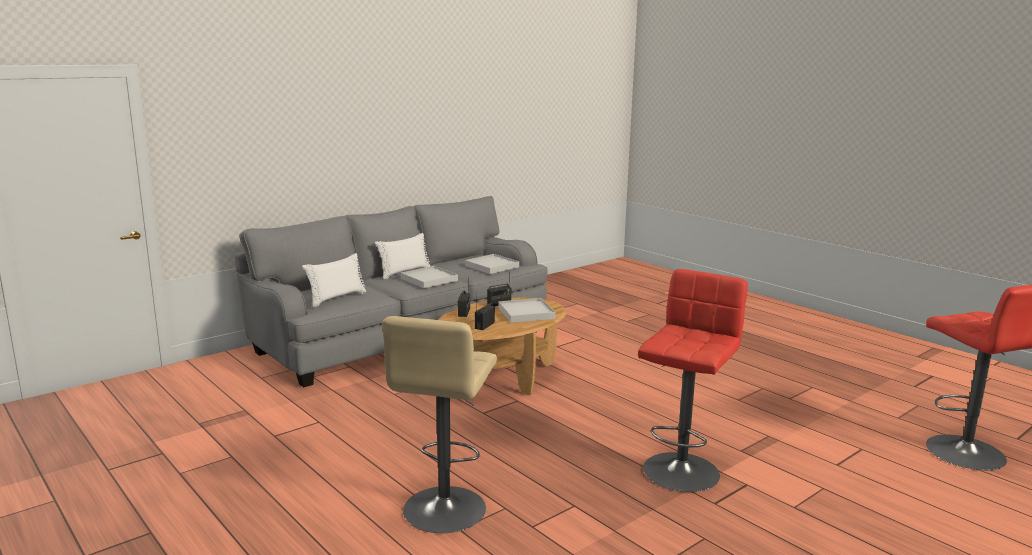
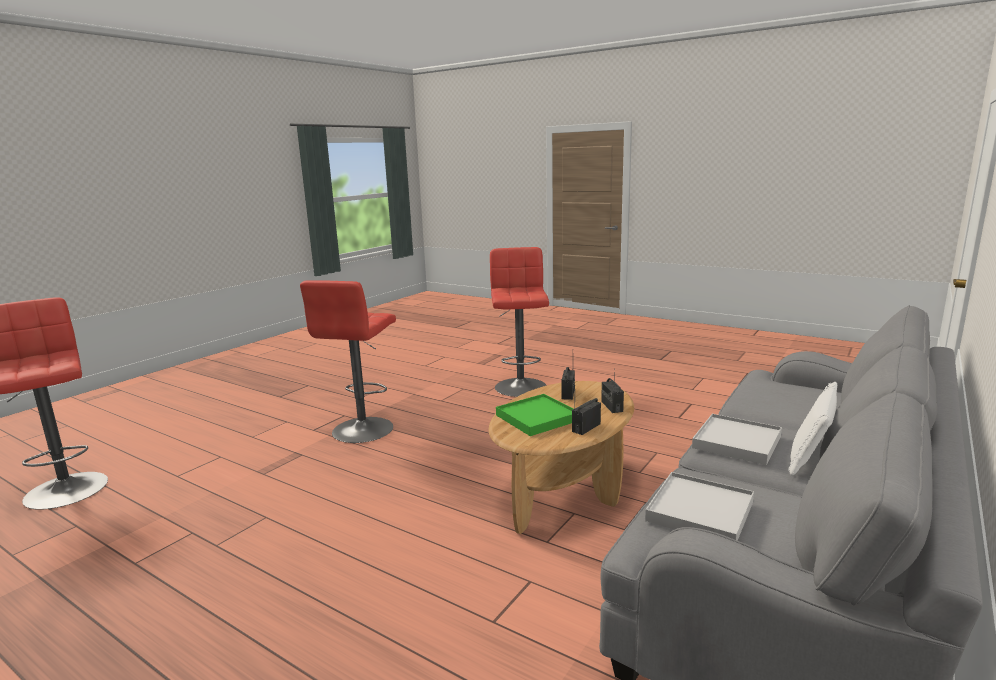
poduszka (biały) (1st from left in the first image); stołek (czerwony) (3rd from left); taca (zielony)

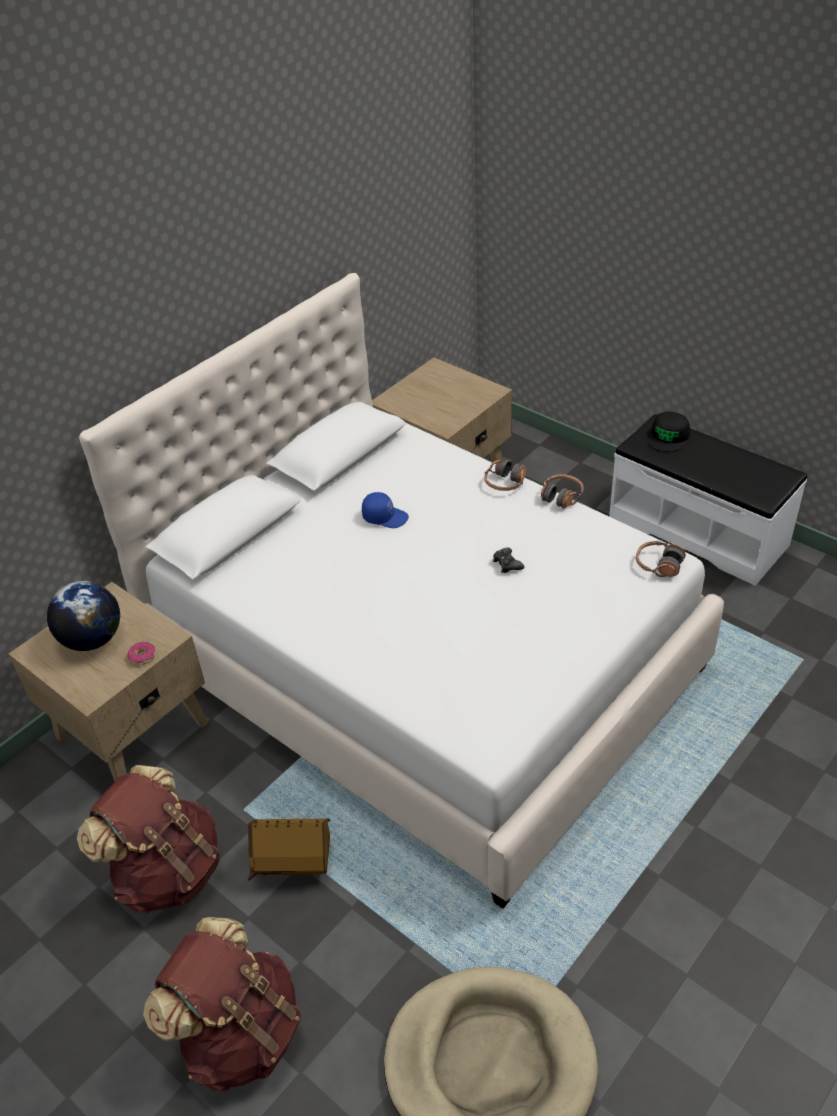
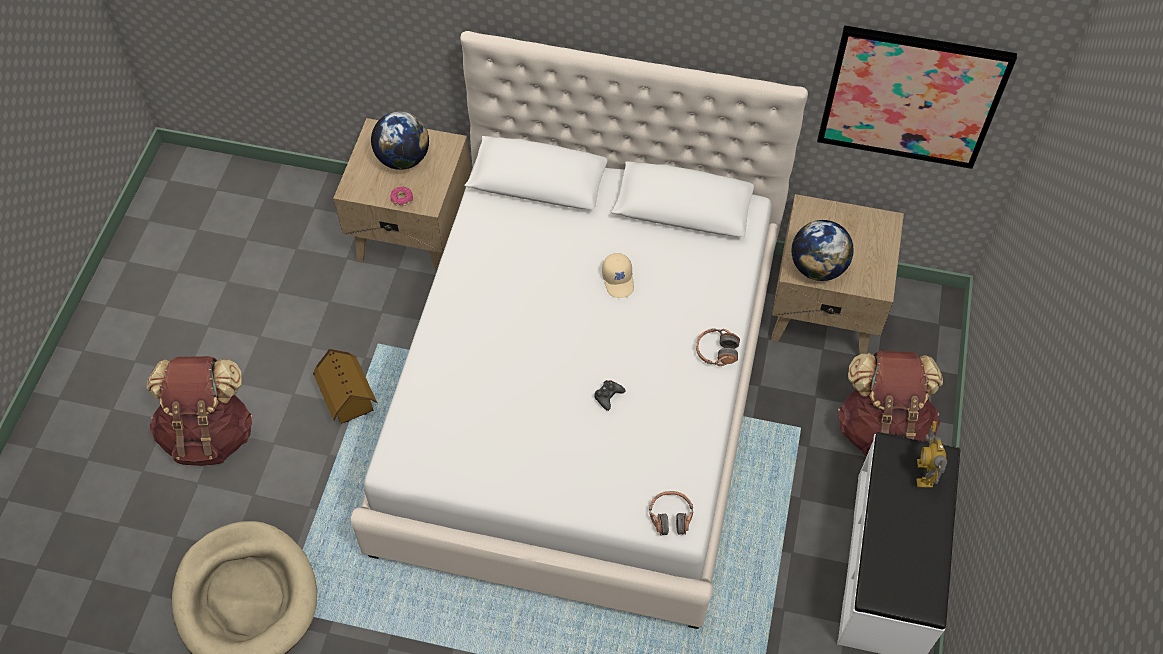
plecak (brązowy) (2nd from left); czapka z daszkiem (beżowy); słuchawki (2nd from left in the first image); robot zabawkowy; globus (2nd from left); obraz

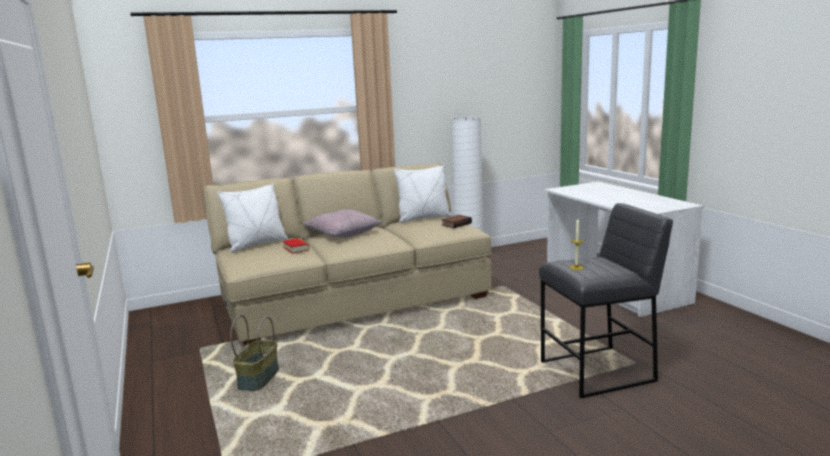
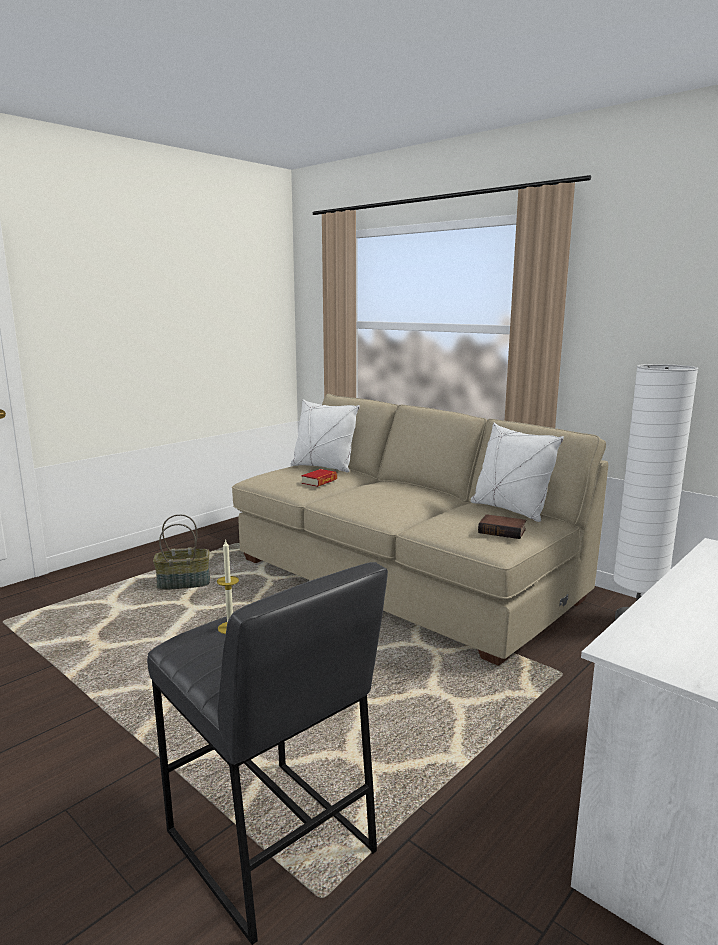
poduszka (fioletowy)

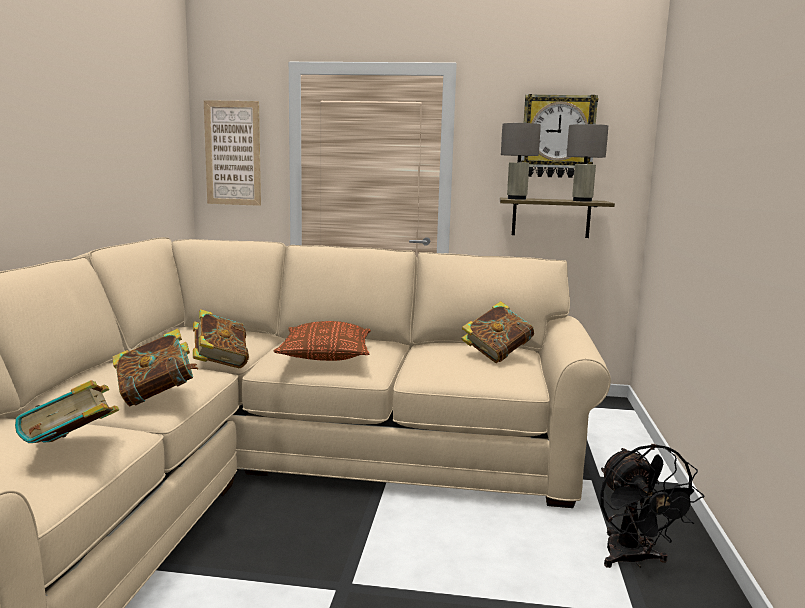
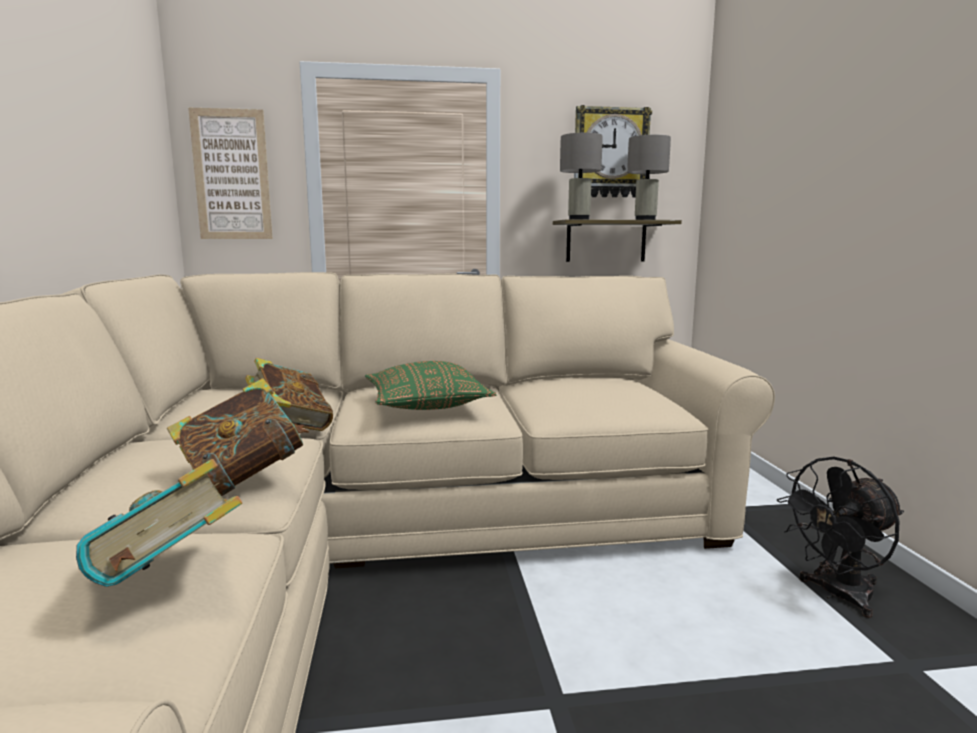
poduszka (zielony); książka (4th from left in the first image); wentylator (czarny)

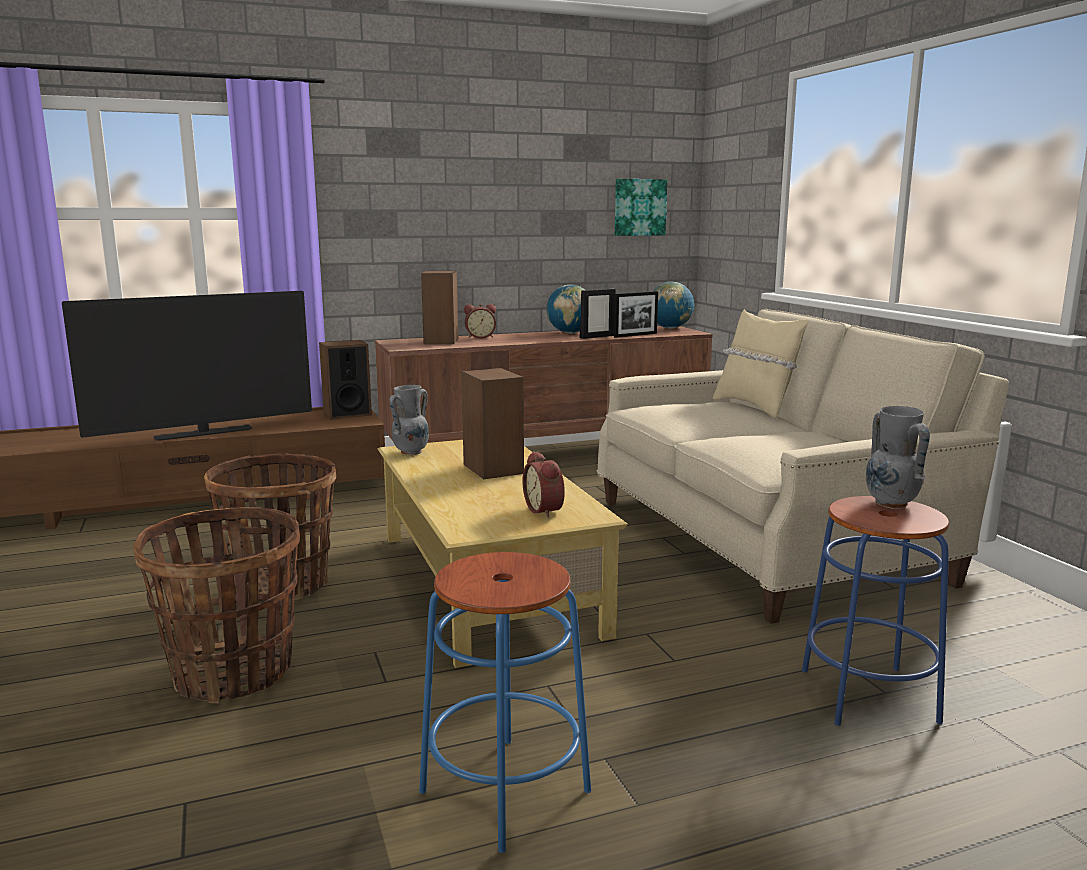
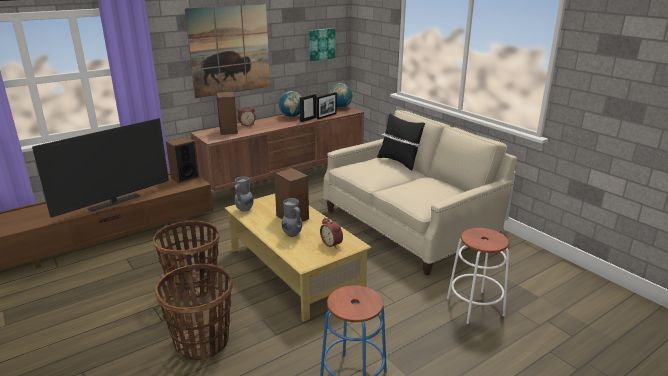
poduszka (czarny); stołek (biały); wazon (szary) (2nd from left); obraz (1st from left)

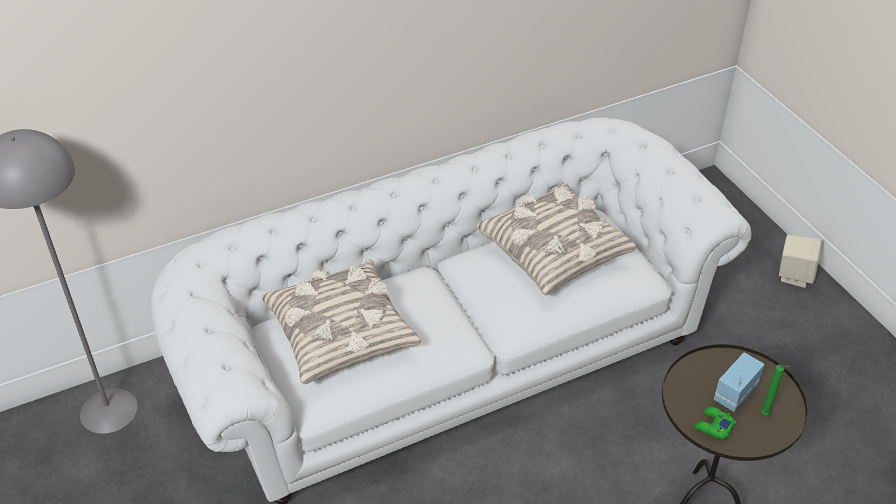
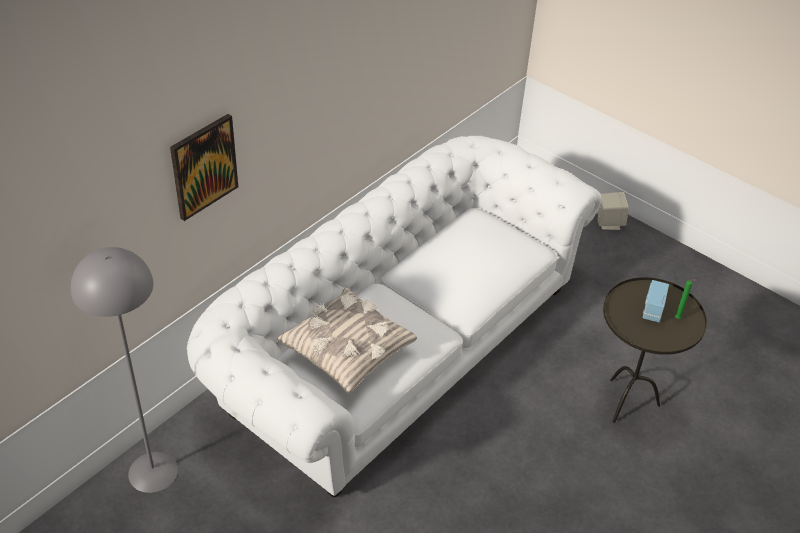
poduszka (beżowy) (2nd from left in the first image); pad do gier (zielony); obraz

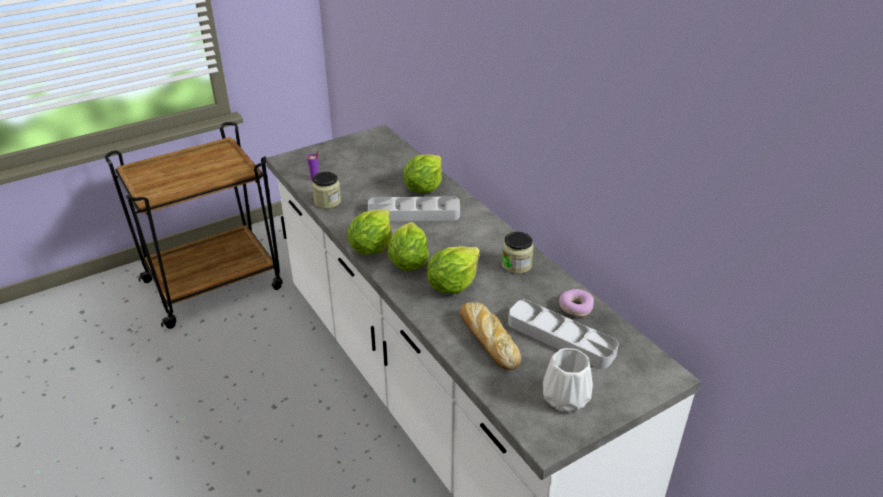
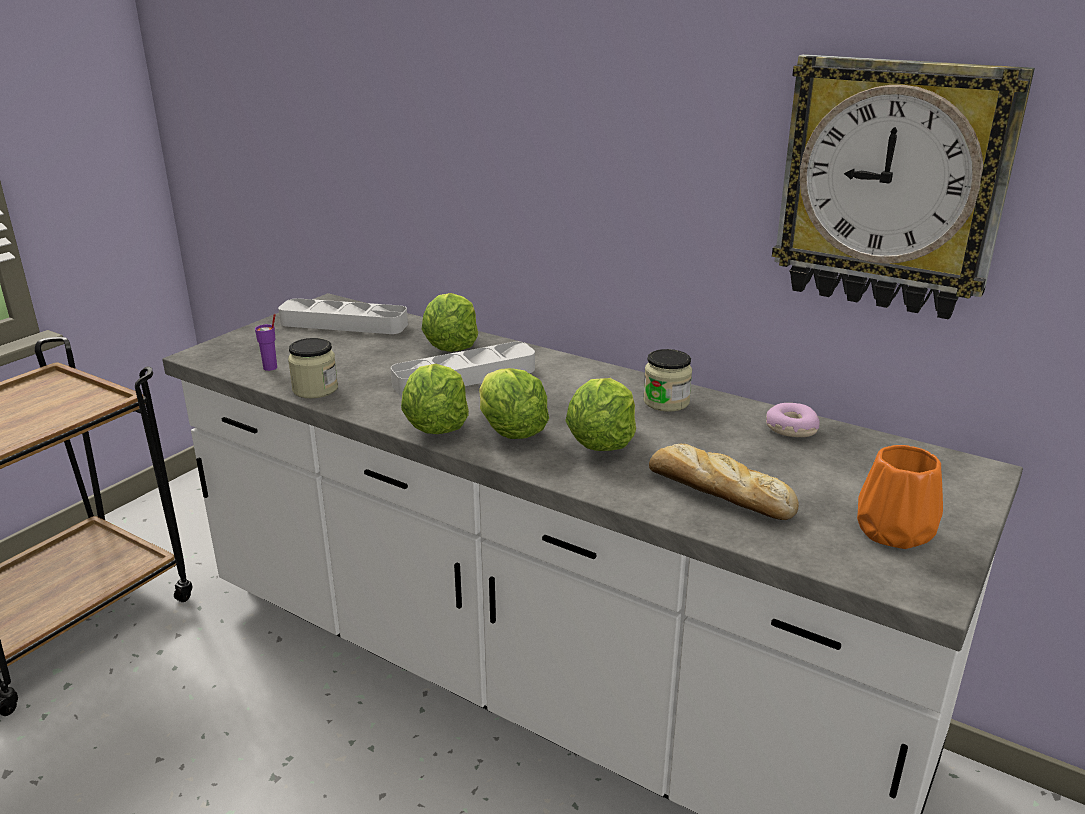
taca (szary) (1st from left); wazon (pomarańczowy); zegar ścienny

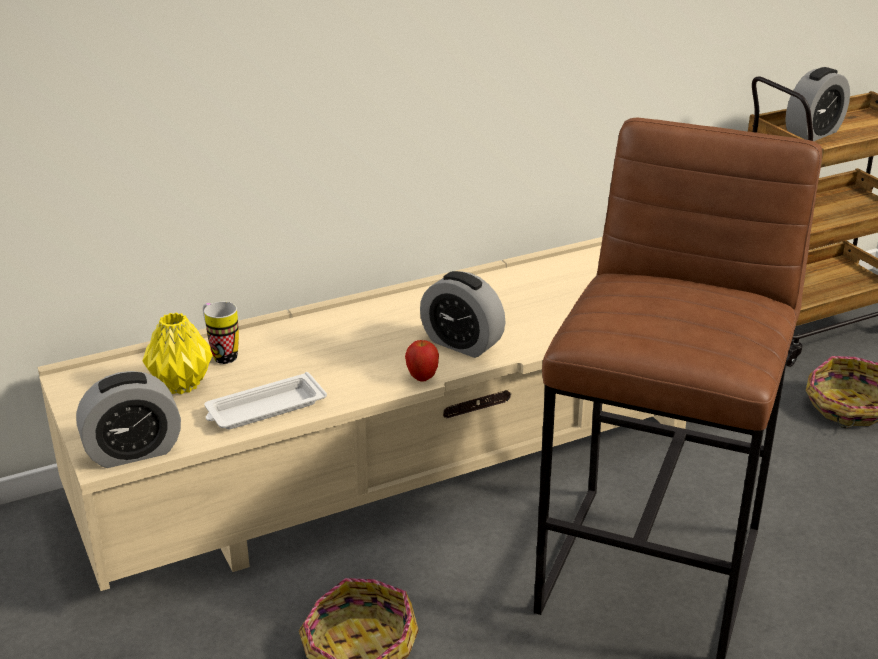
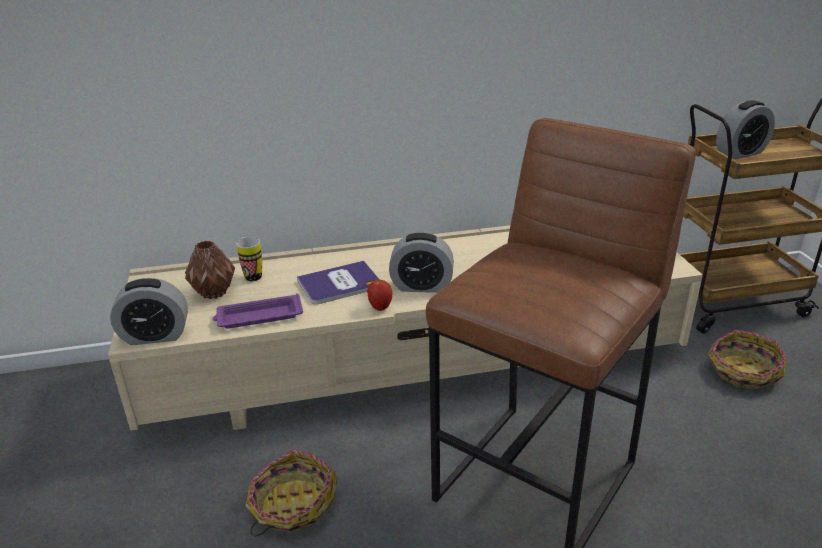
wazon (brązowy); taca (fioletowy); budzik (2nd from left); książka

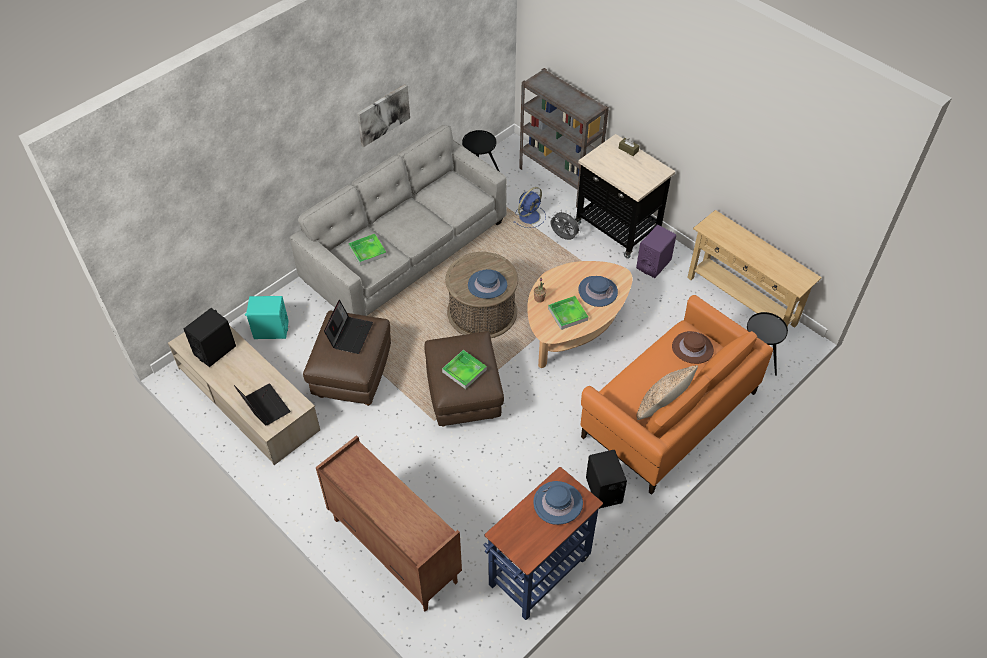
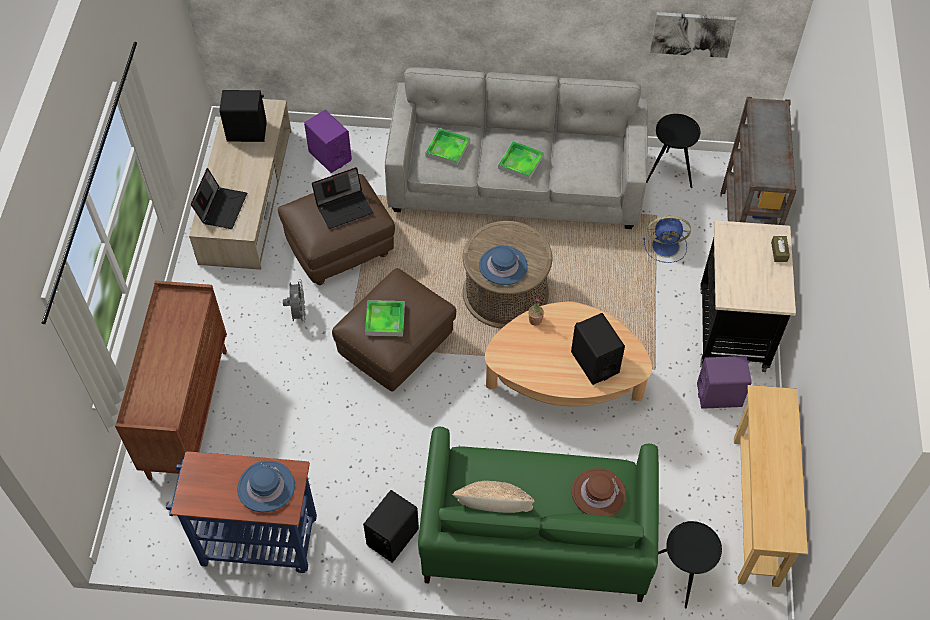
głośnik (fioletowy) (1st from left); obraz; taca (3rd from left); wentylator (szary); głośnik (czarny) (3rd from left); kanapa (zielony)

